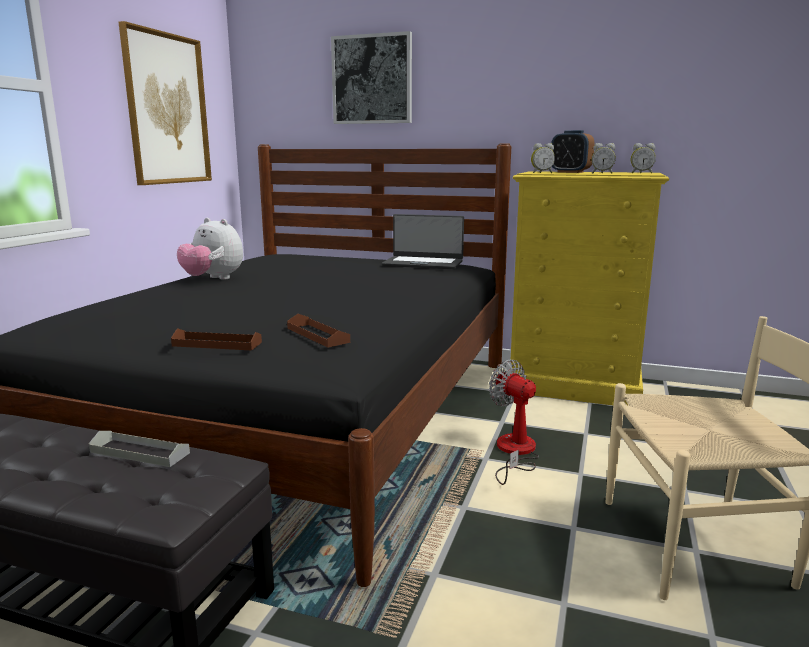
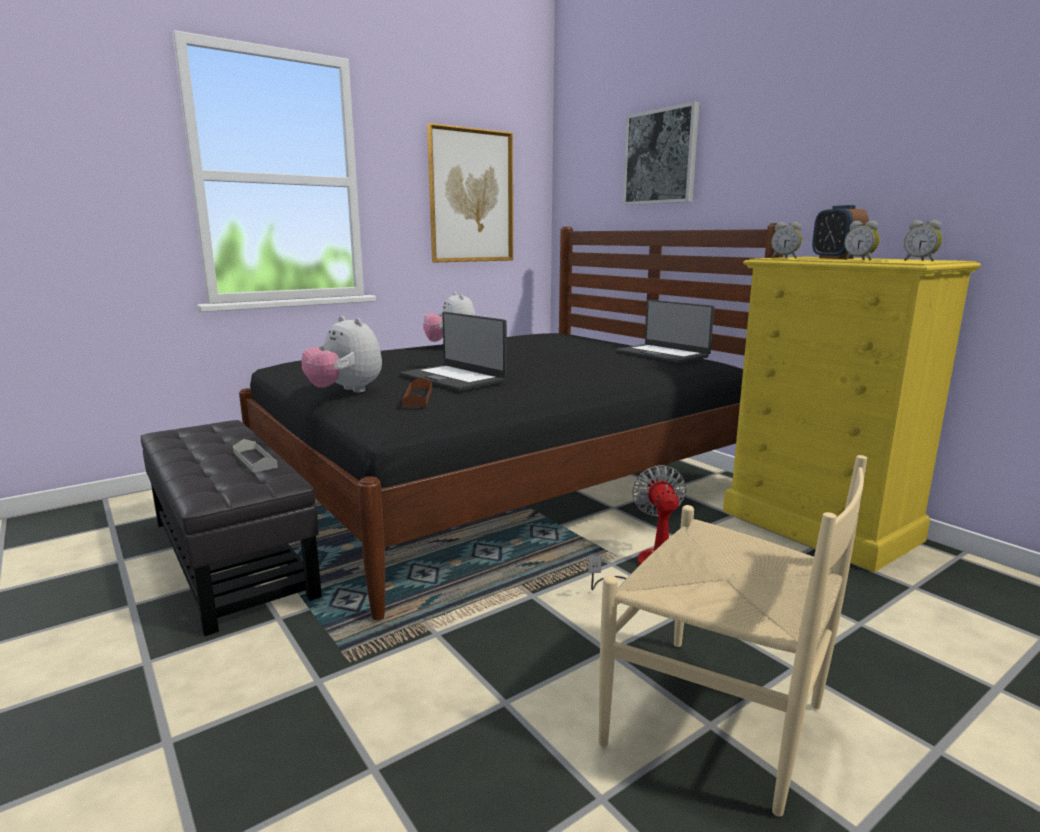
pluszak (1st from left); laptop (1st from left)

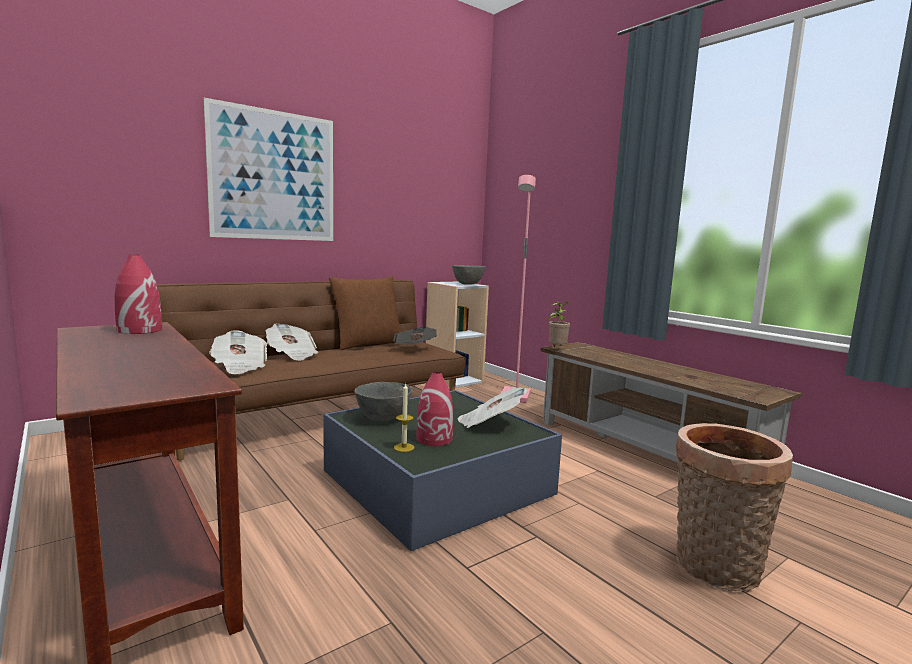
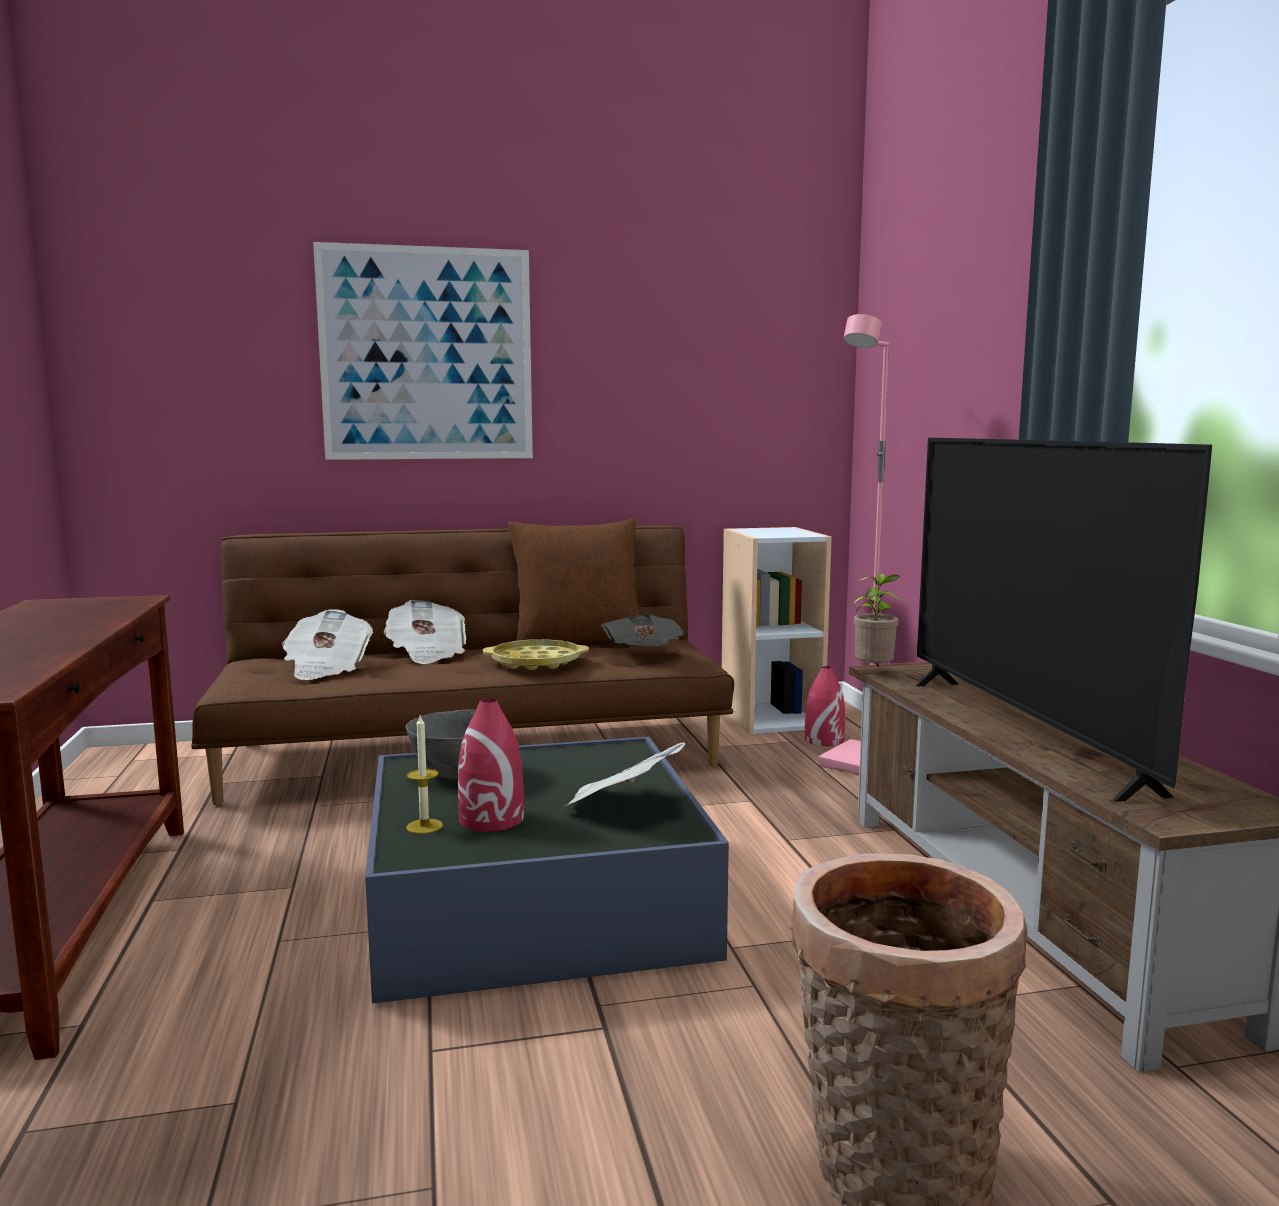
wazon (czerwony) (2nd from left); miska (szary) (2nd from left in the first image); taca (żółty); telewizor

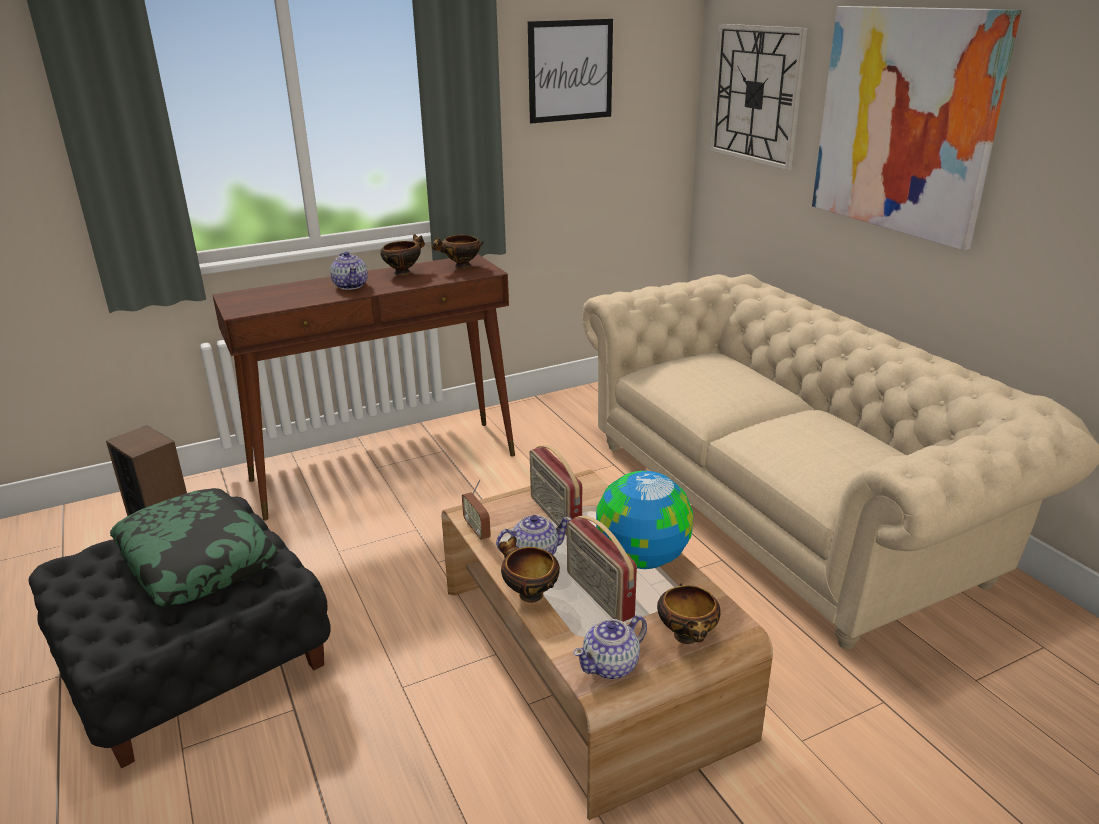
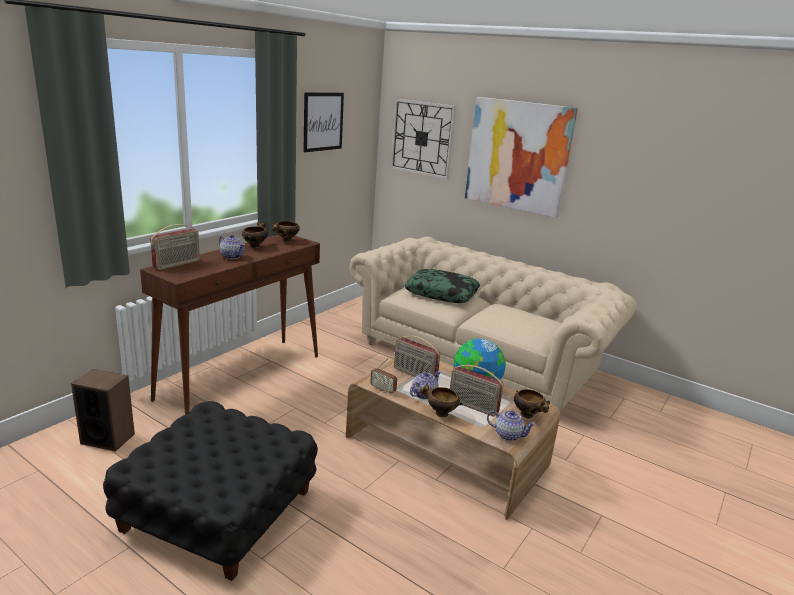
poduszka; imbryk (3rd from left); radio (1st from left)

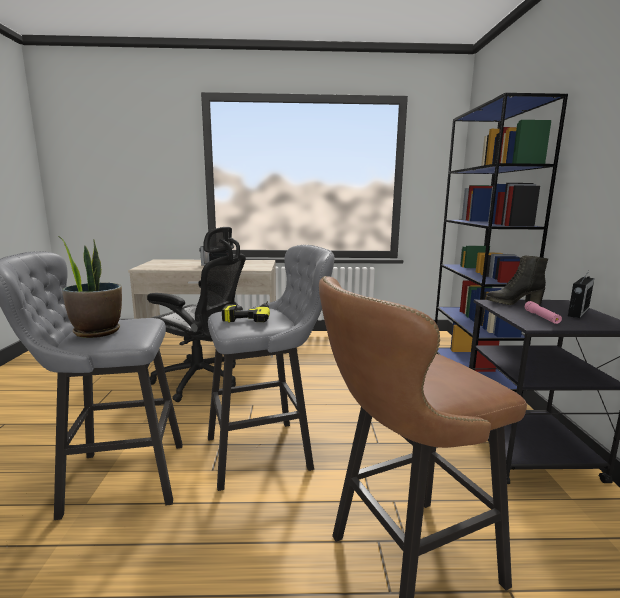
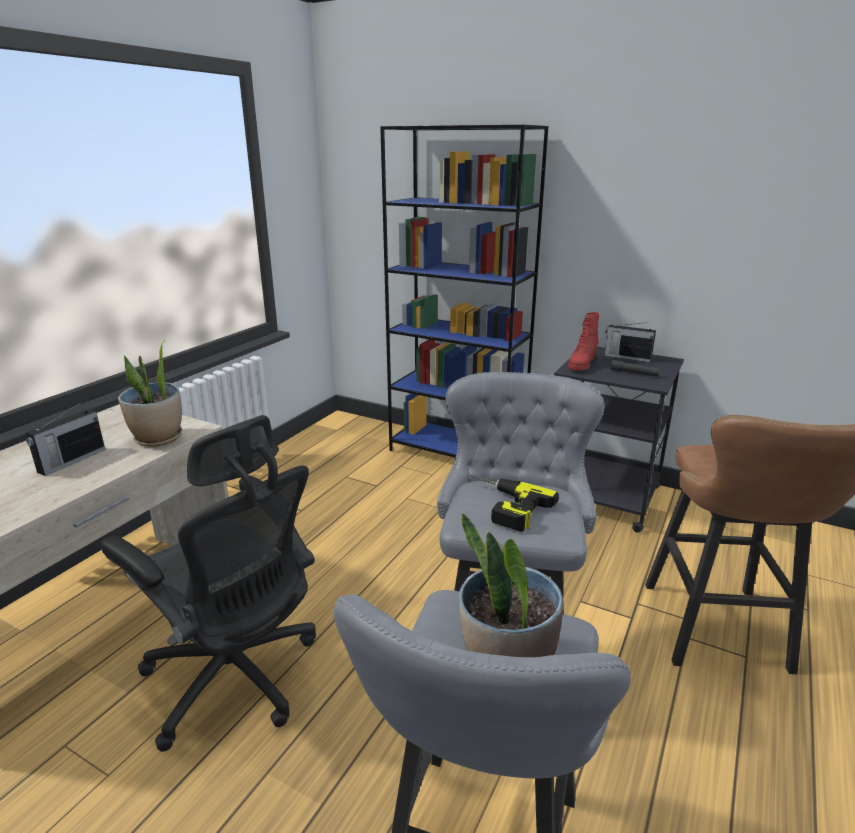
krzesło biurowe; but z cholewką (czerwony); latarka (czarny); radio (2nd from left); roślina doniczkowa (1st from left)

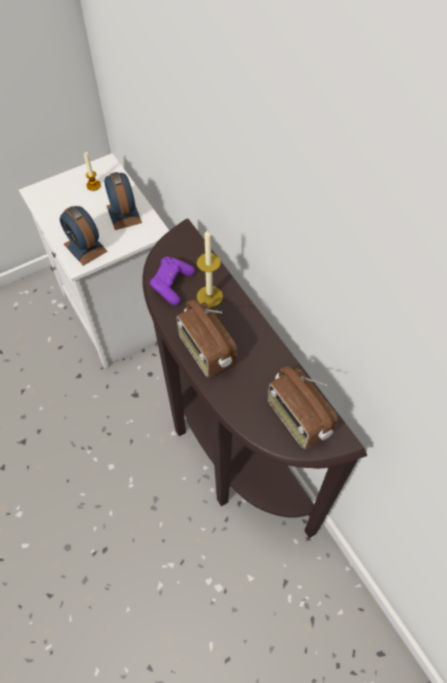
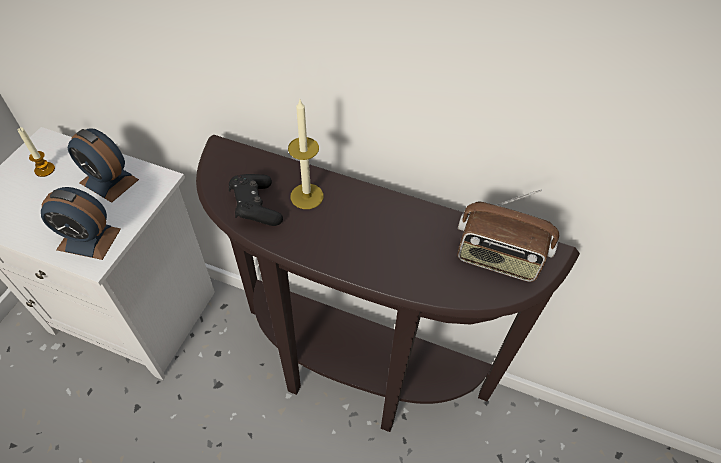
pad do gier (czarny); radio (1st from left in the first image)

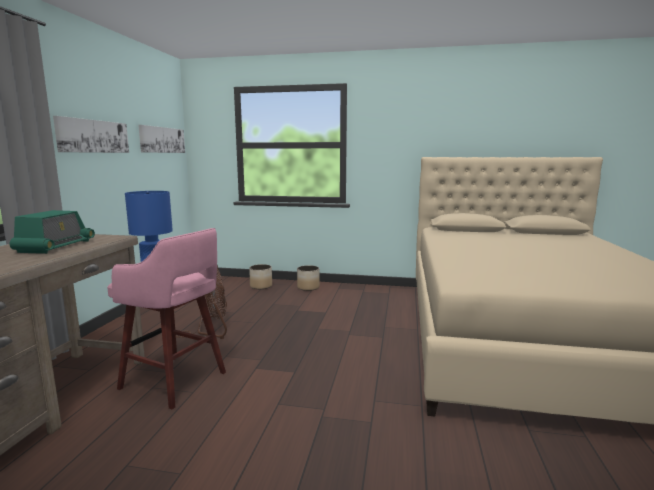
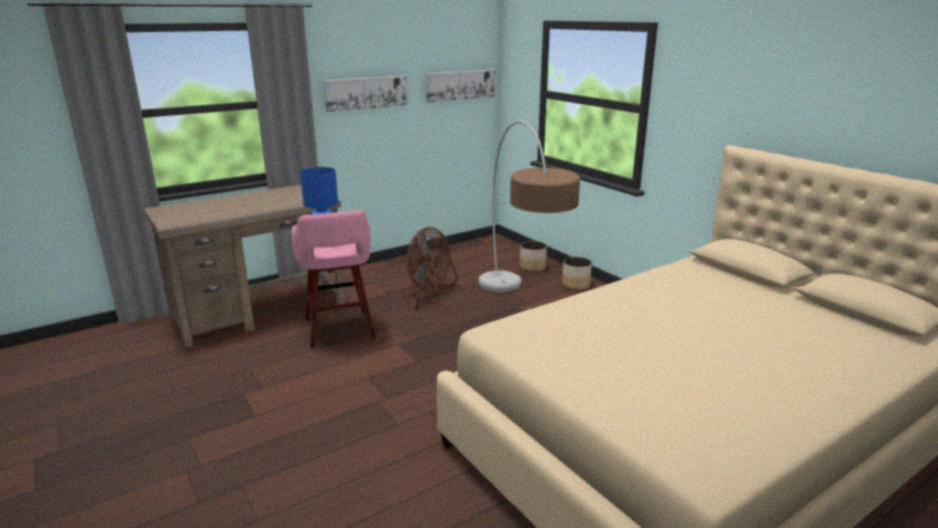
radio; lampa stojąca

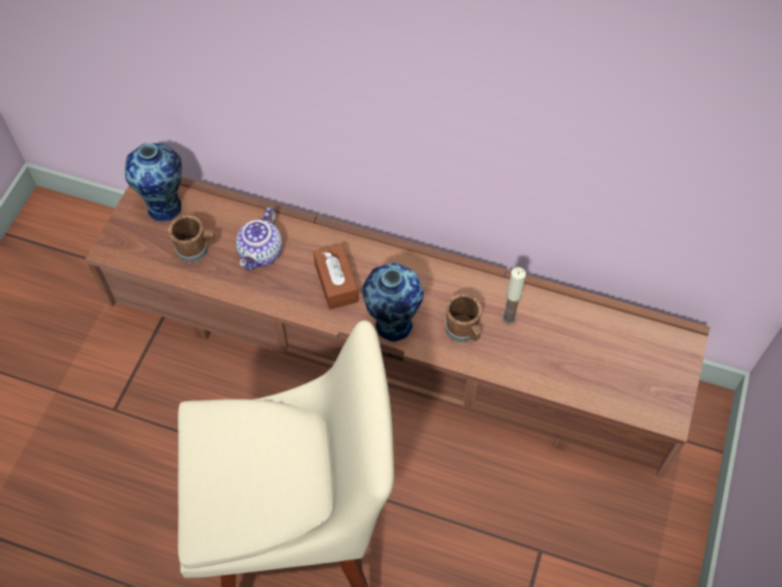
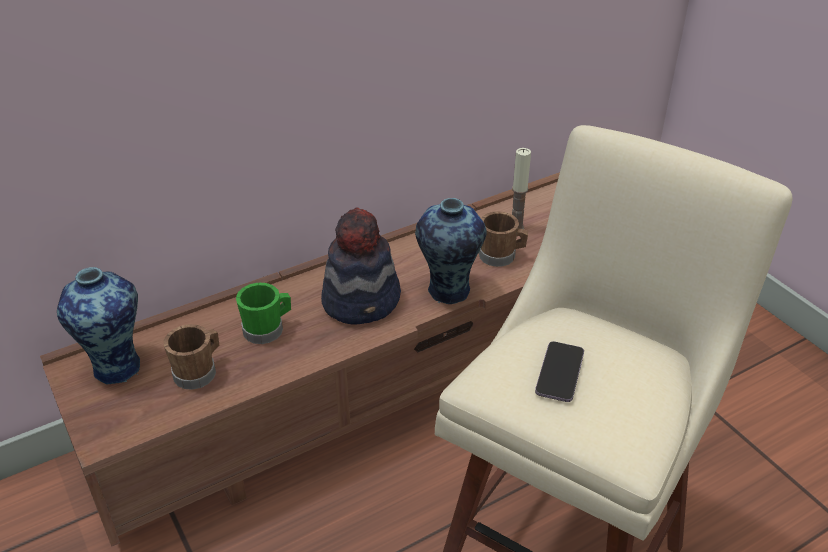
kubek (zielony); kapelusz; telefon

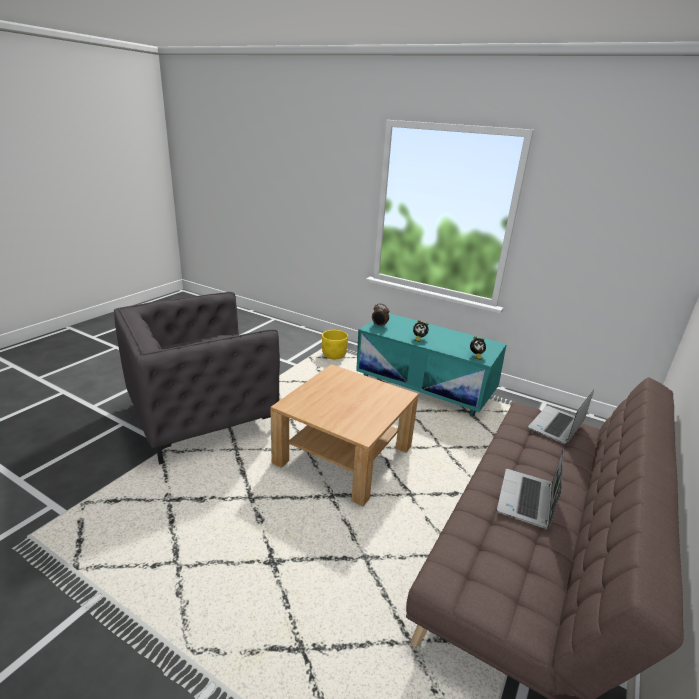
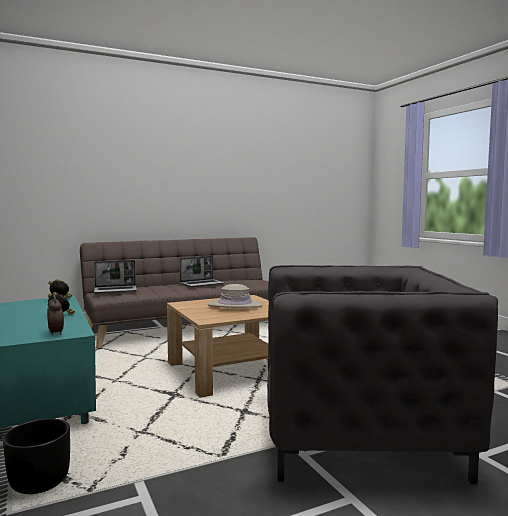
donica (czarny); kapelusz (beżowy)

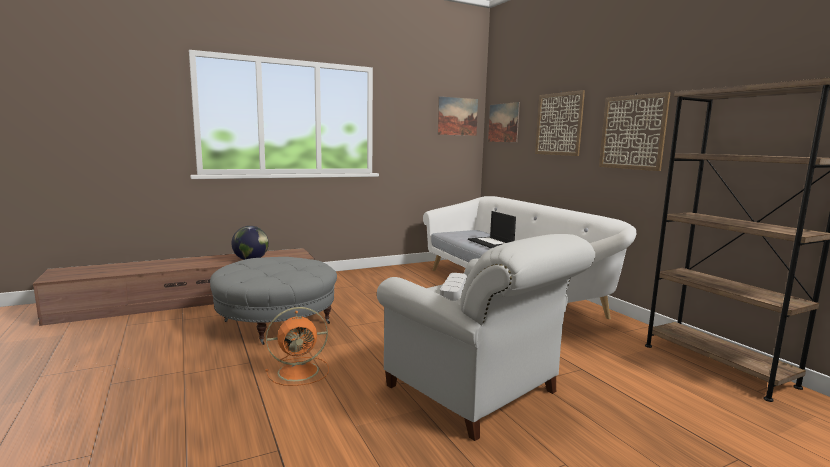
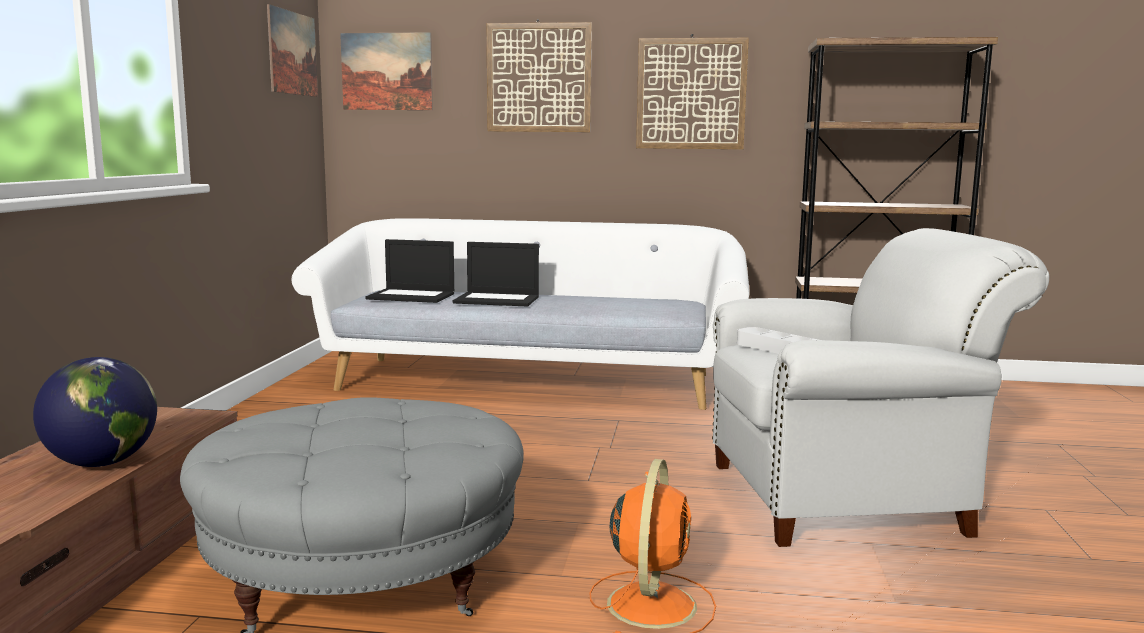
laptop (1st from left)

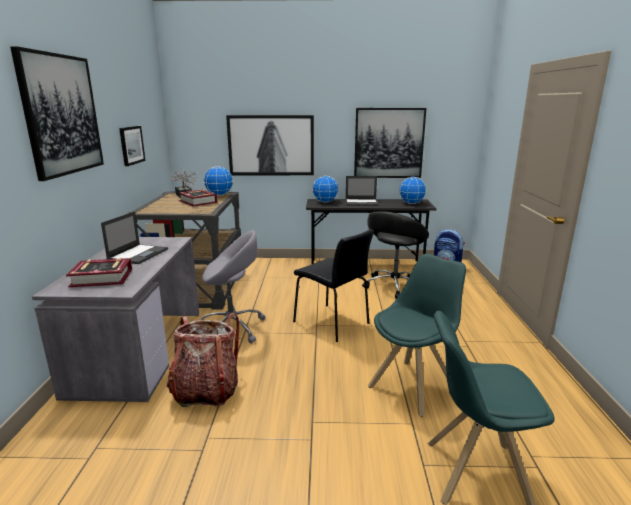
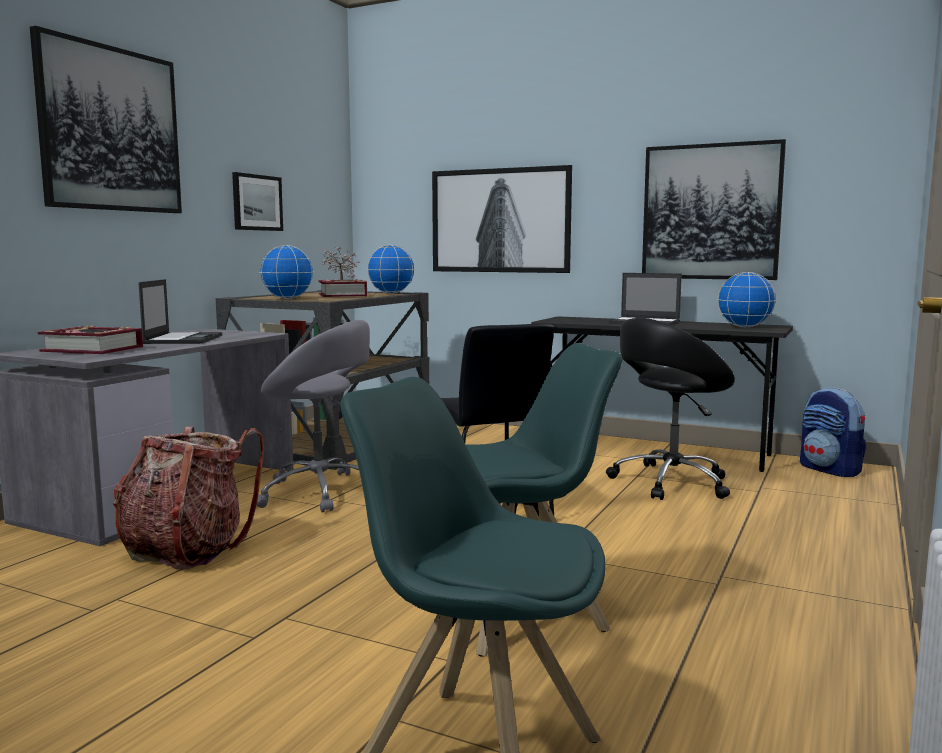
laptop (1st from left); globus (1st from left)

